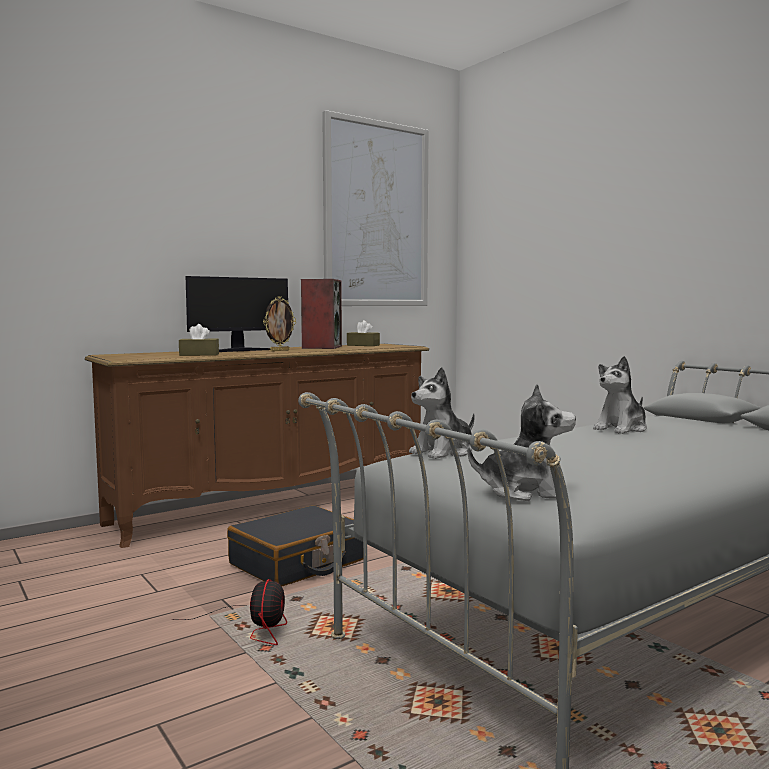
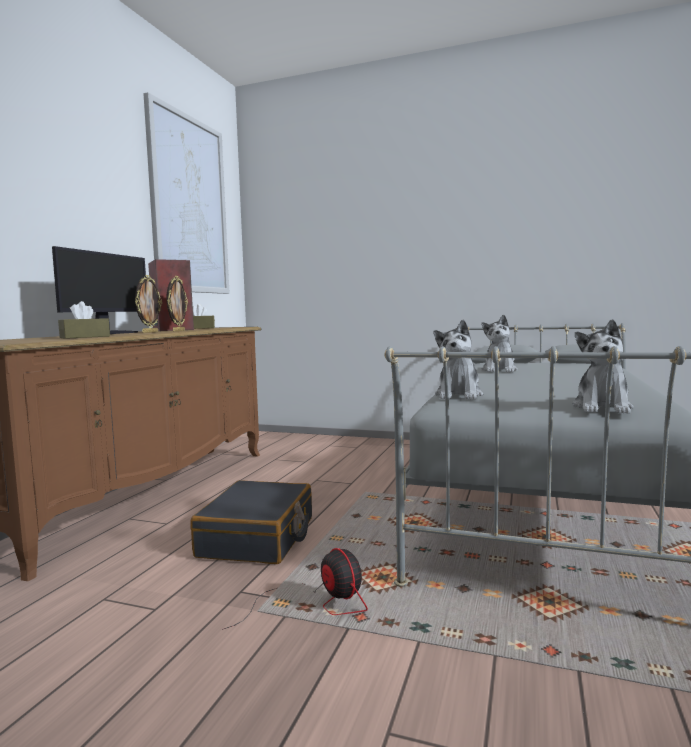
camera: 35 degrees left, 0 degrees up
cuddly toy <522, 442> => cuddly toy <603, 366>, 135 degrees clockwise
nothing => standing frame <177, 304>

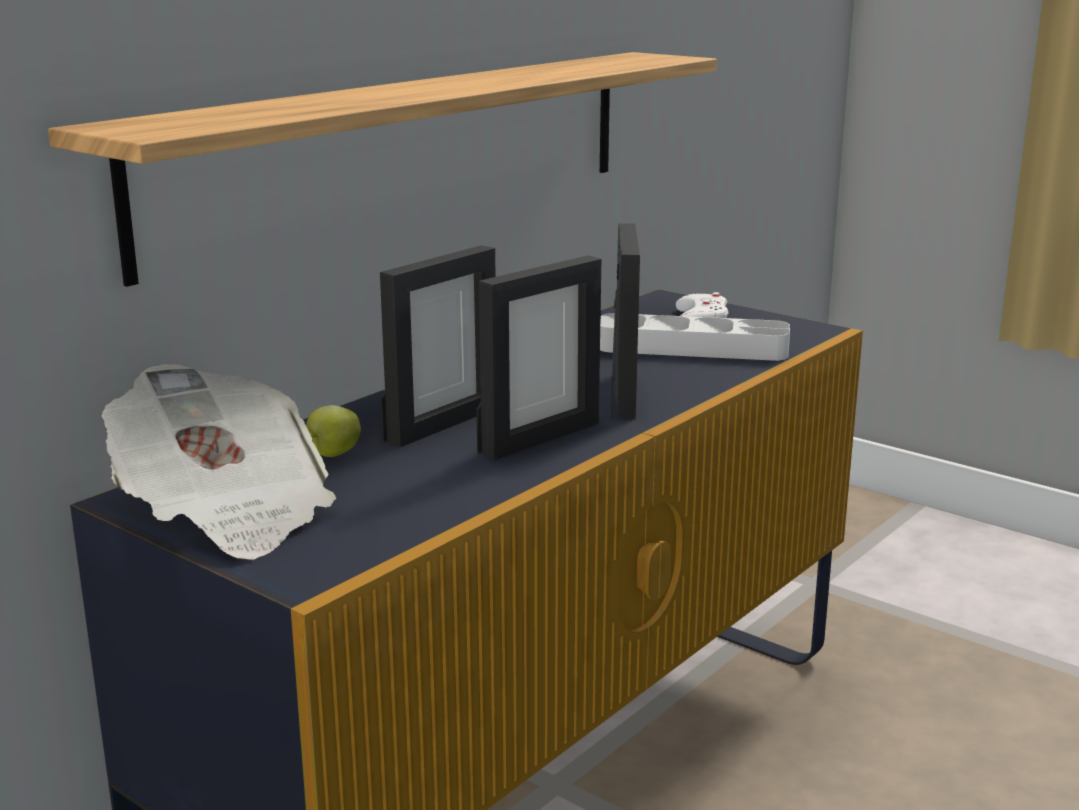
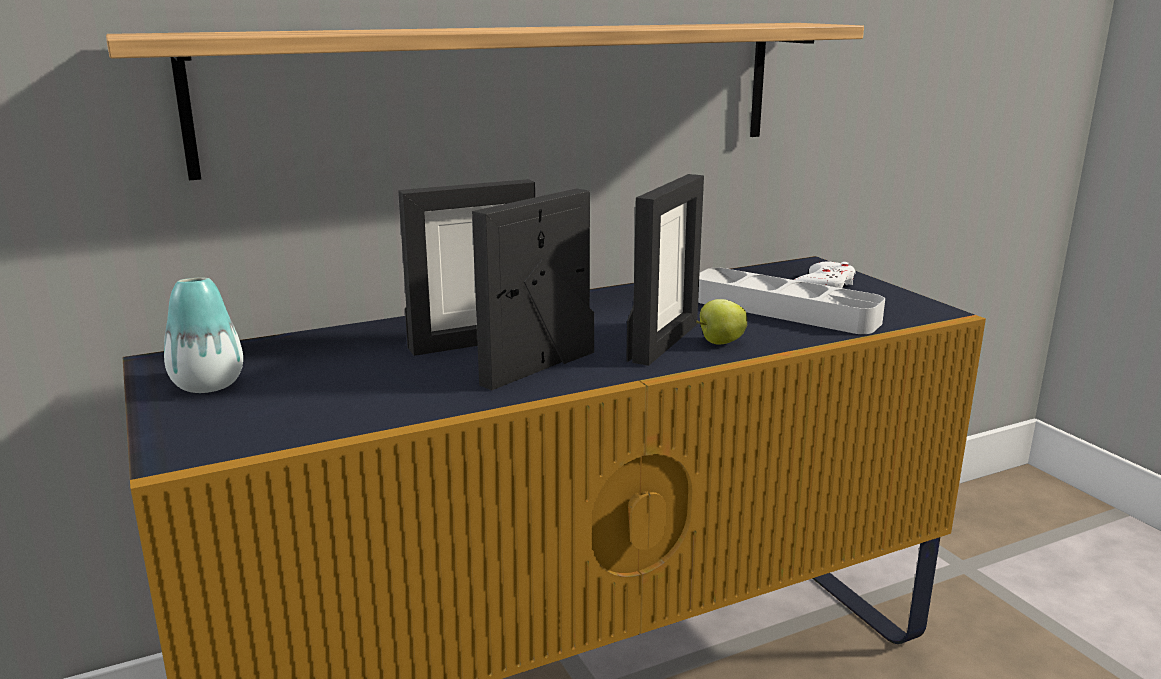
camera: 25 degrees right, 0 degrees up
printed paper <219, 462> => flower vase <203, 335>
apple <333, 431> => apple <721, 322>, move
standing frame <538, 357> => standing frame <533, 289>, 150 degrees clockwise

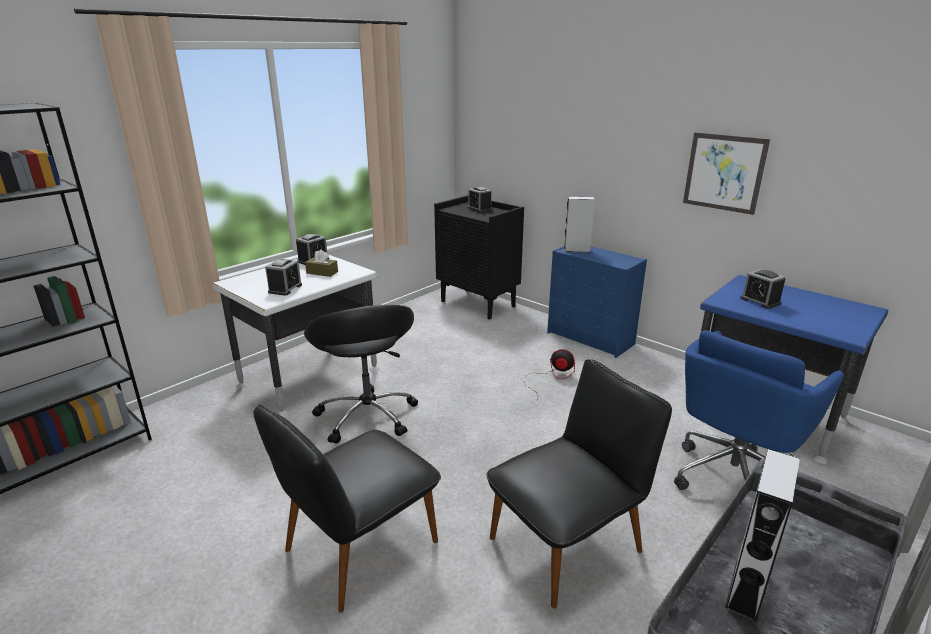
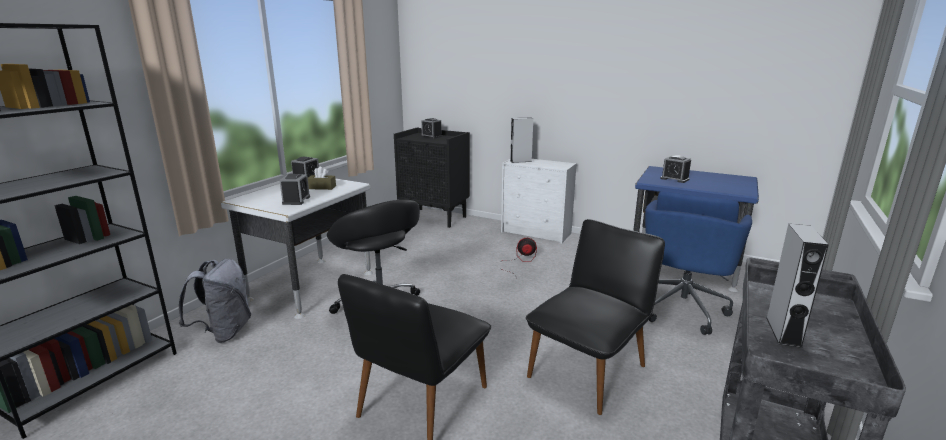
camera: 15 degrees left, 5 degrees down
blue-coloured dresser <597, 302> => white dresser <539, 201>
wall art <726, 173> => nothing
nothing => gray knapsack <215, 301>

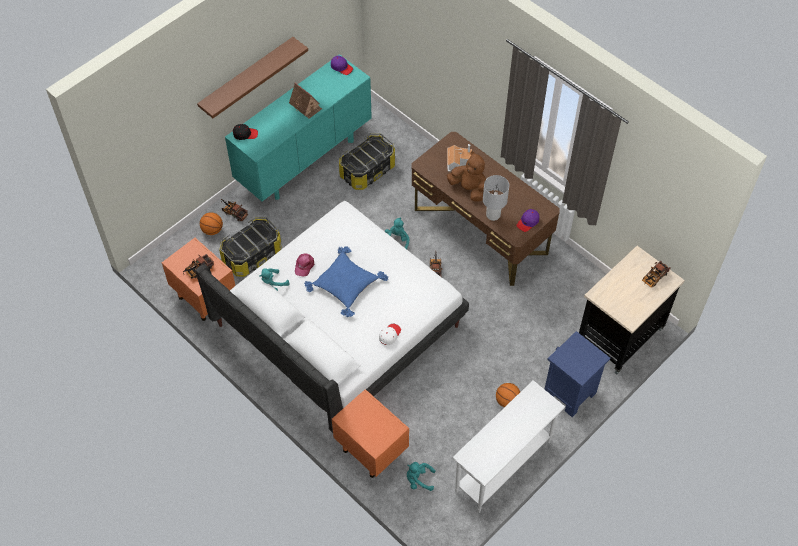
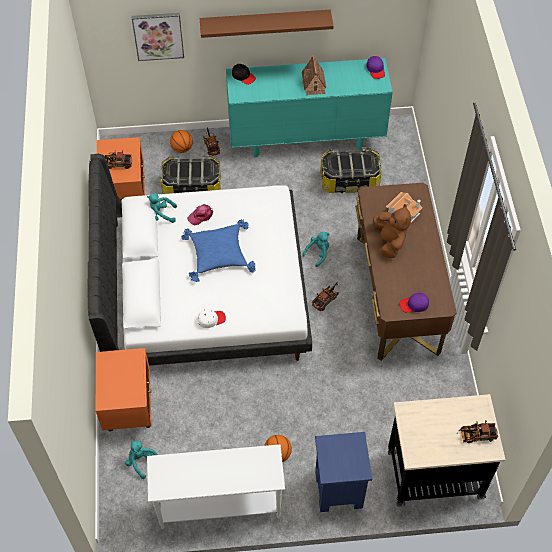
camera: 40 degrees right, 0 degrees up
gray lamp for a table <496, 198> => nothing
nothing => wall art <158, 37>

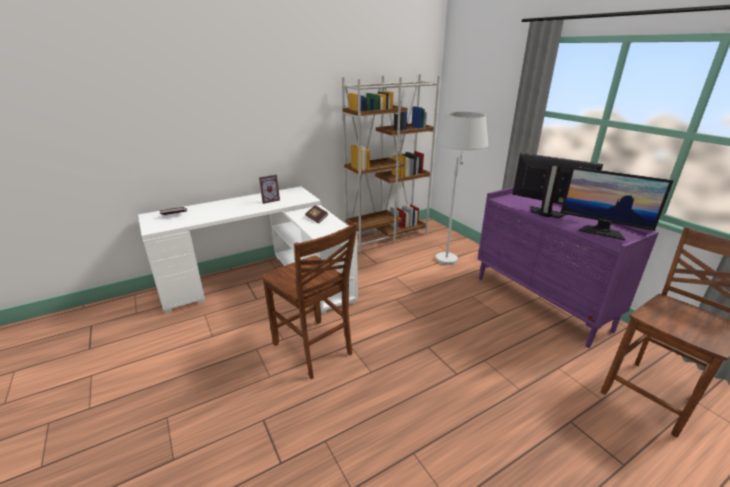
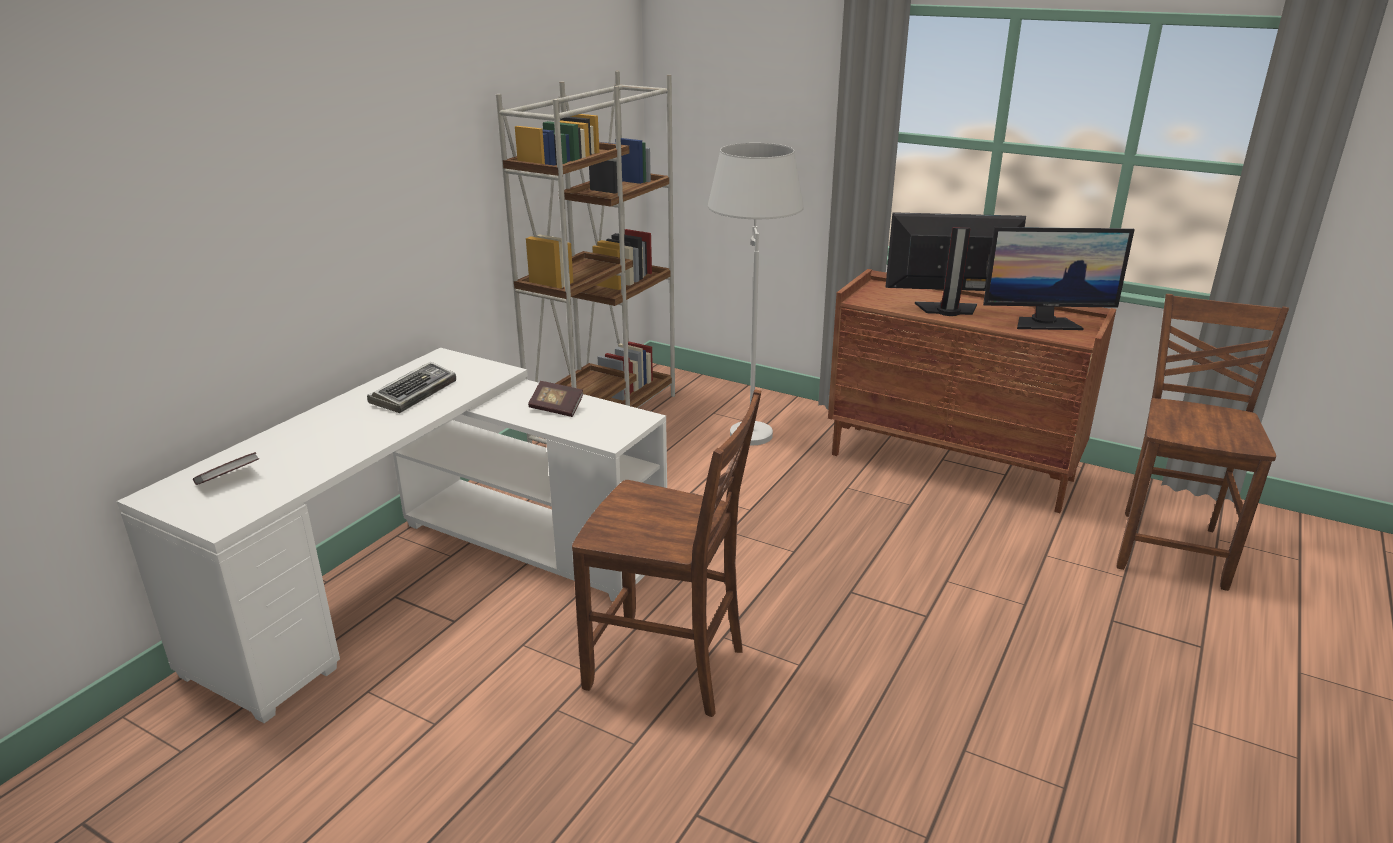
camera: 30 degrees left, 0 degrees up
standing frame <269, 189> => PC keyboard <411, 387>
purple cupboard <568, 267> => brown cupboard <972, 391>

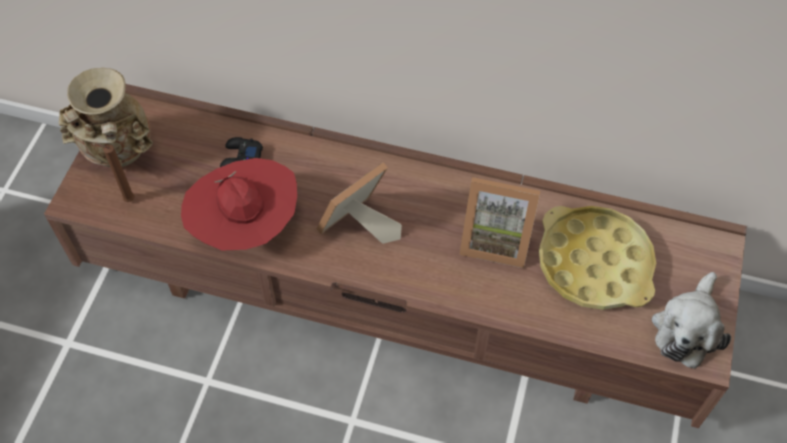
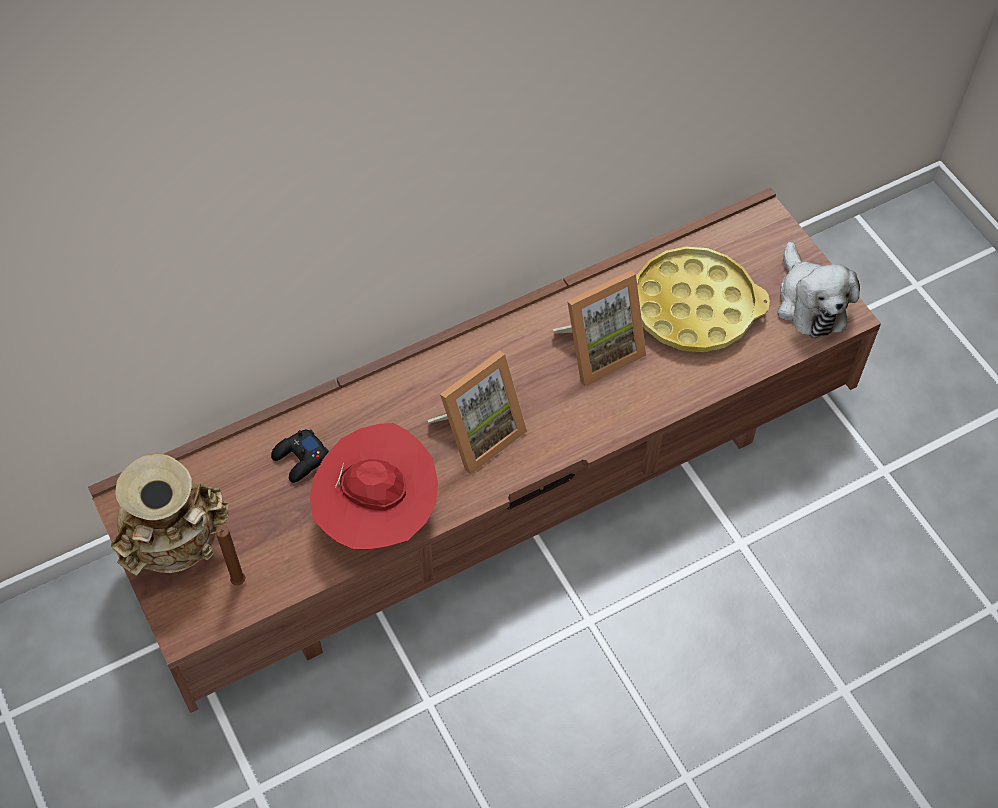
camera: 45 degrees left, 0 degrees up
standing frame <359, 203> => standing frame <477, 412>, 135 degrees counterclockwise

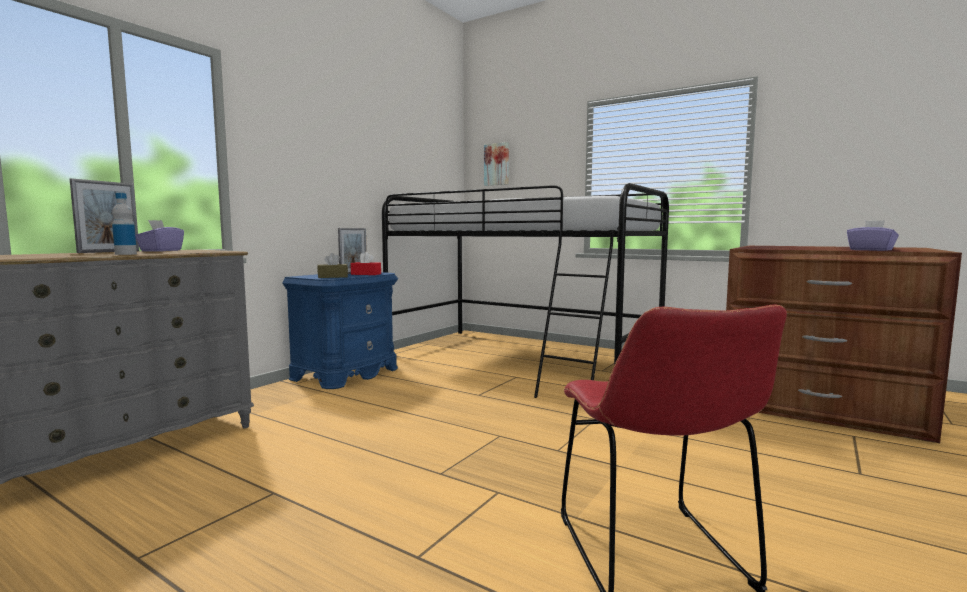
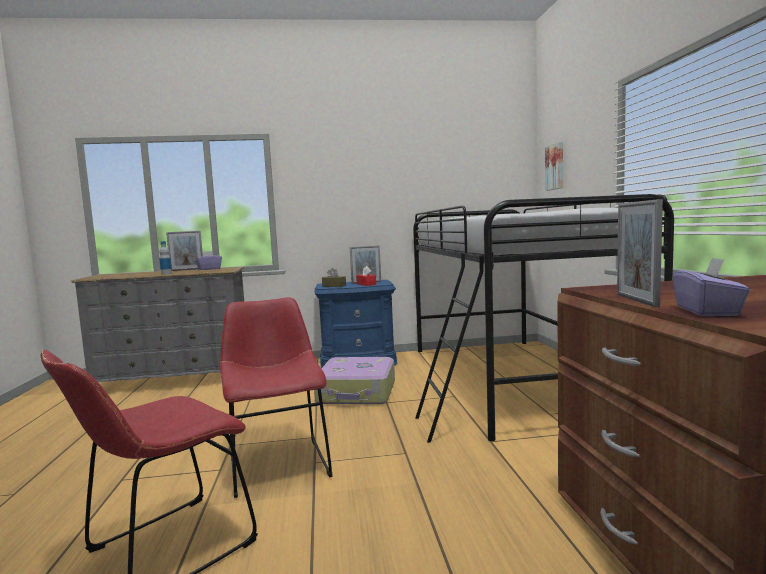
camera: 50 degrees right, 0 degrees up
nothing => reddish chair <276, 397>
nothing => suitcase <354, 380>
nothing => standing frame <640, 253>

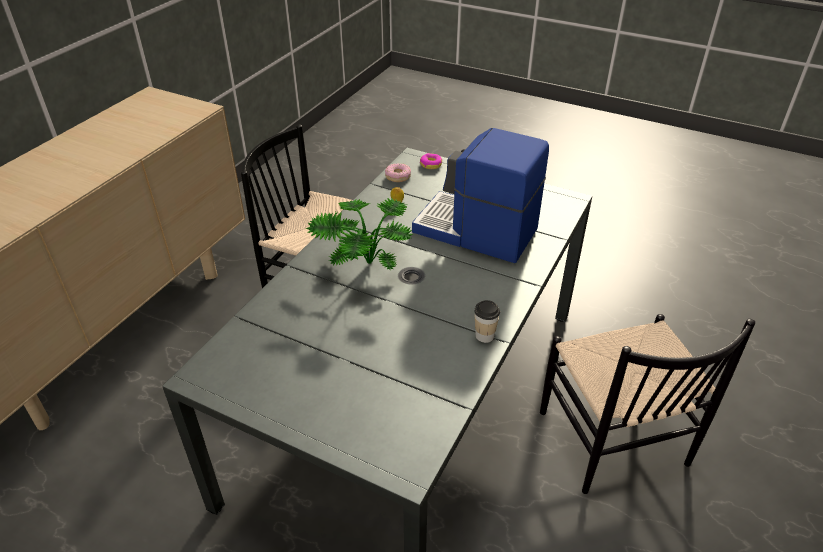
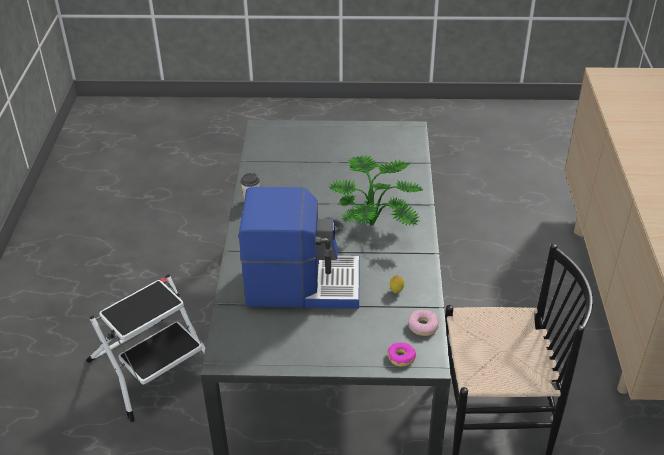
camera: 155 degrees right, 0 degrees up
black-coloured chair <647, 404> => step stool <146, 348>

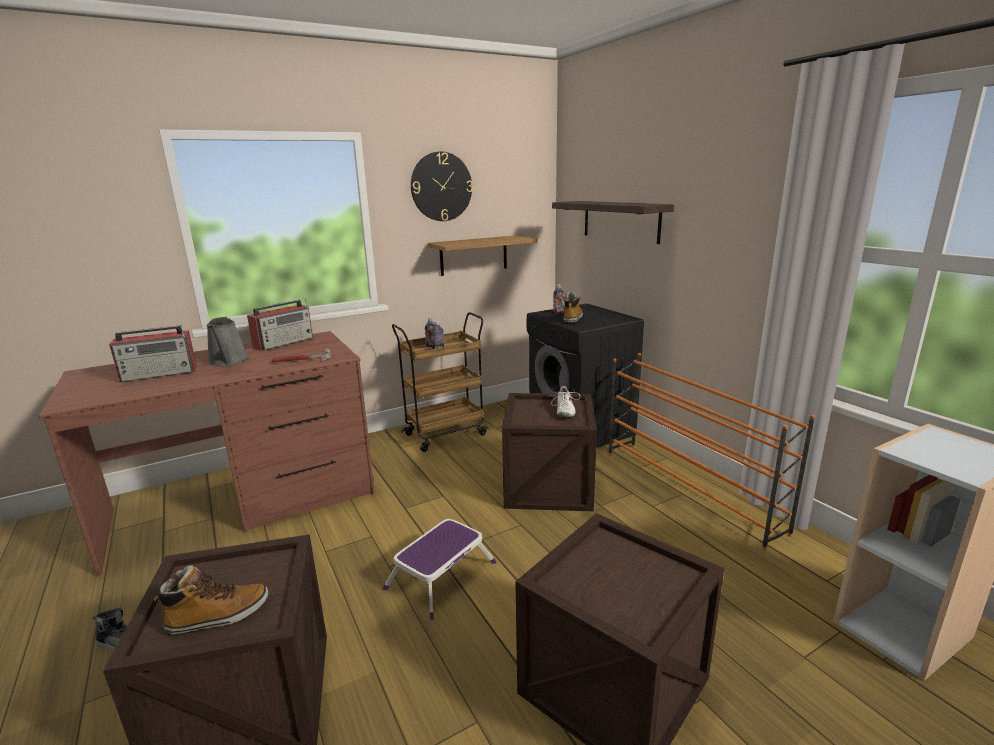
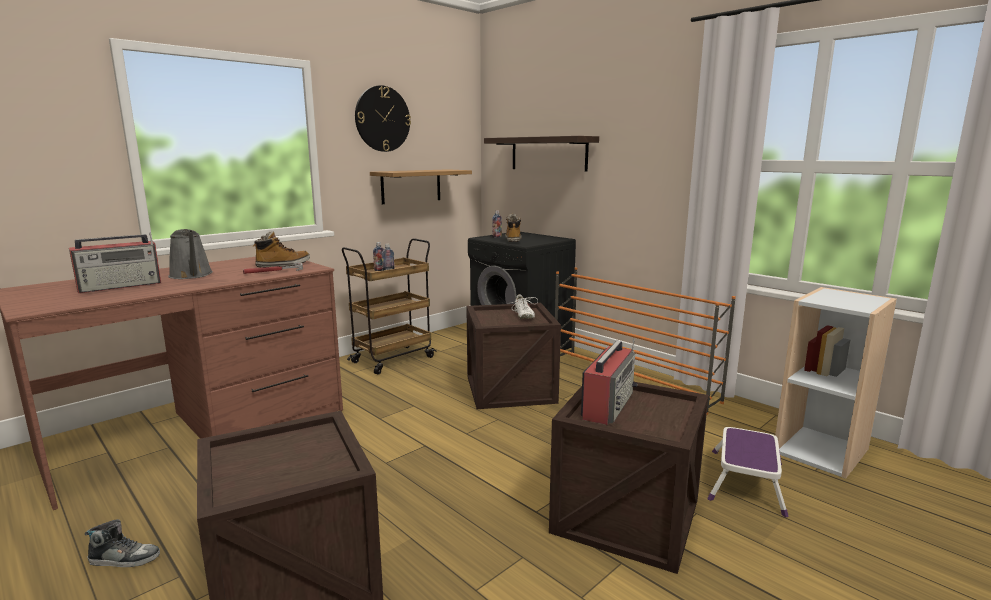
camera: 15 degrees left, 5 degrees down
high-top boot <211, 599> => high-top boot <281, 249>, move
radio <280, 324> => radio <609, 382>, move
purple step stool <439, 569> => purple step stool <748, 472>, move

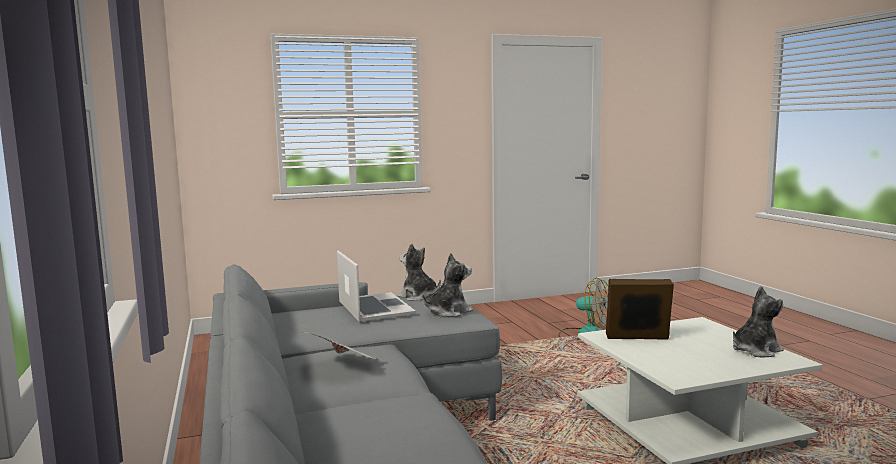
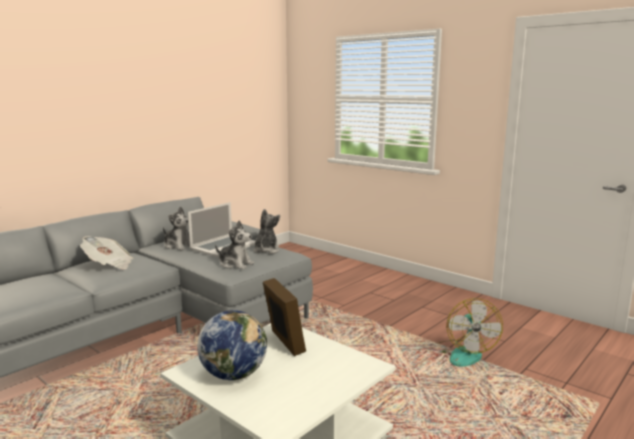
camera: 60 degrees right, 5 degrees up
cuddly toy <758, 322> => cuddly toy <176, 228>, move
nothing => desk globe <232, 345>

